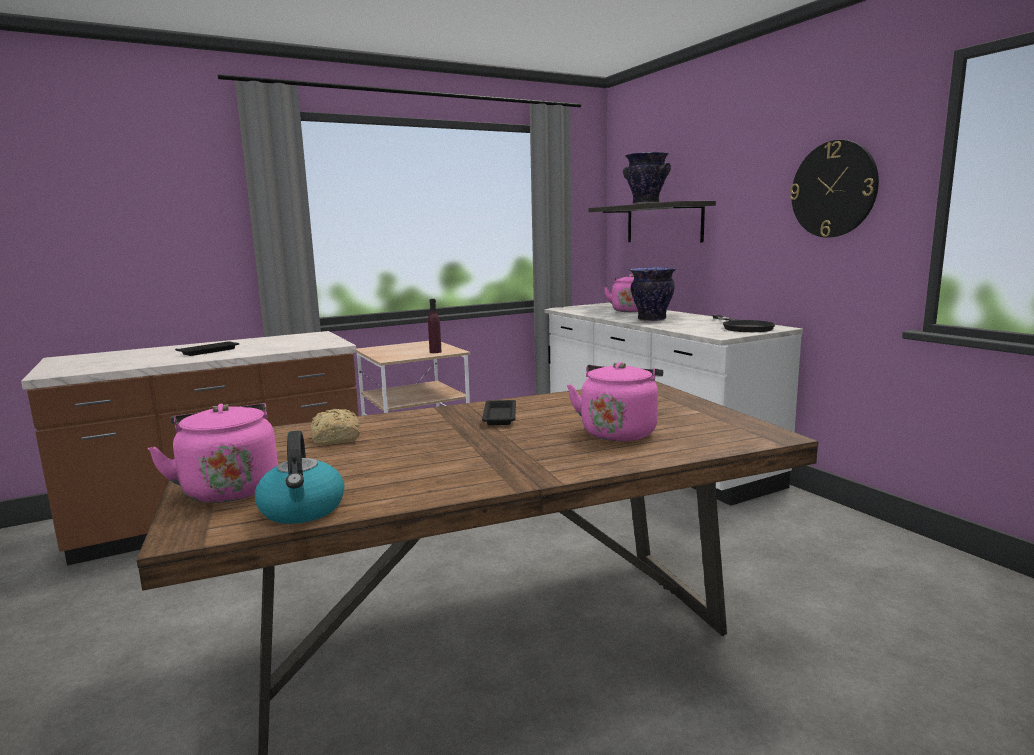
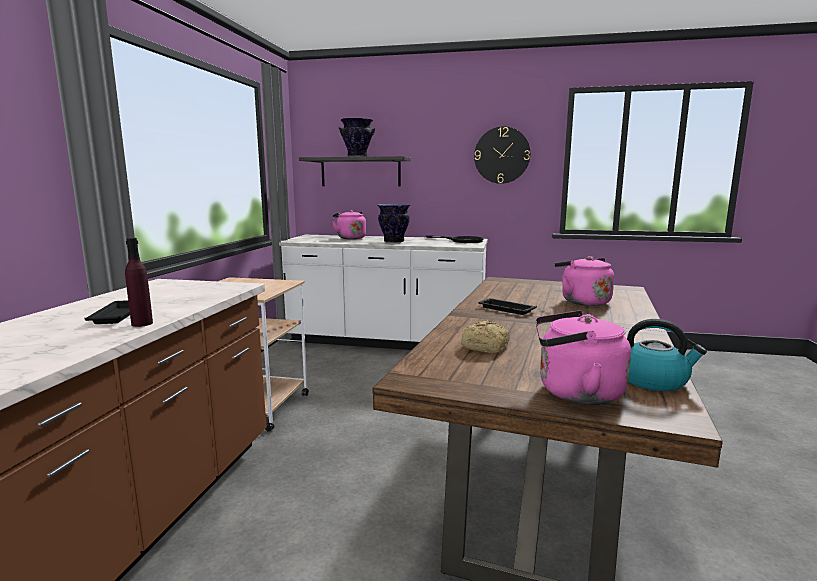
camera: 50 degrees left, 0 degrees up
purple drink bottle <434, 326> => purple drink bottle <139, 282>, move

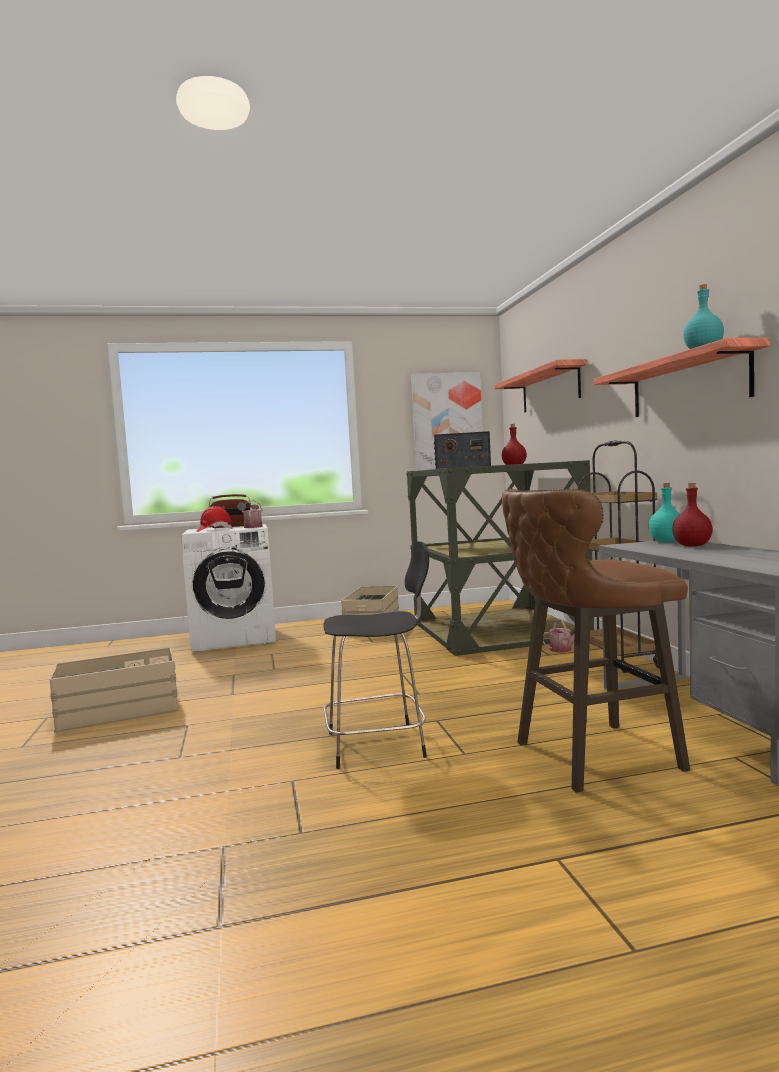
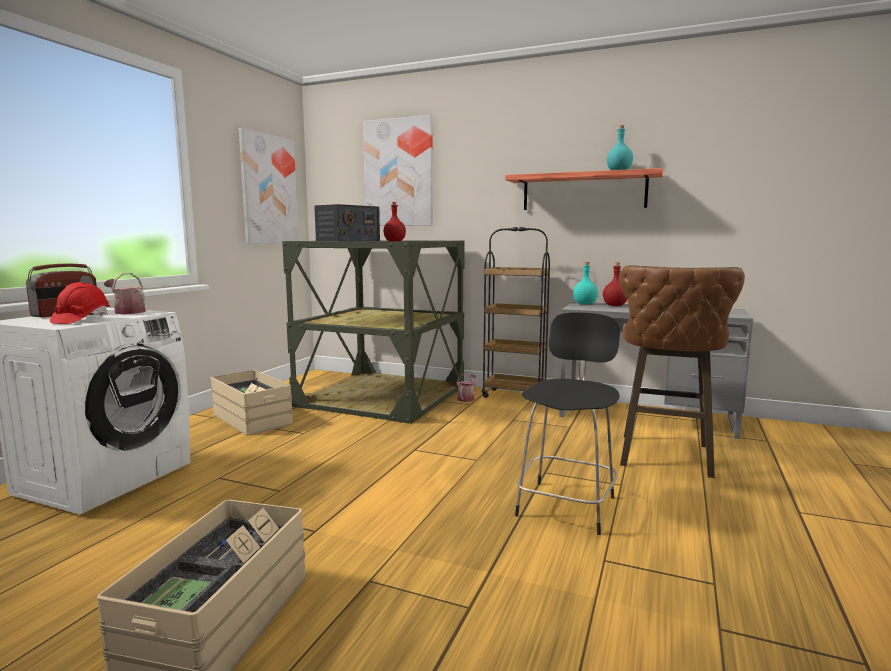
camera: 55 degrees left, 5 degrees up
bracket shelf <540, 386> => wall art <398, 170>

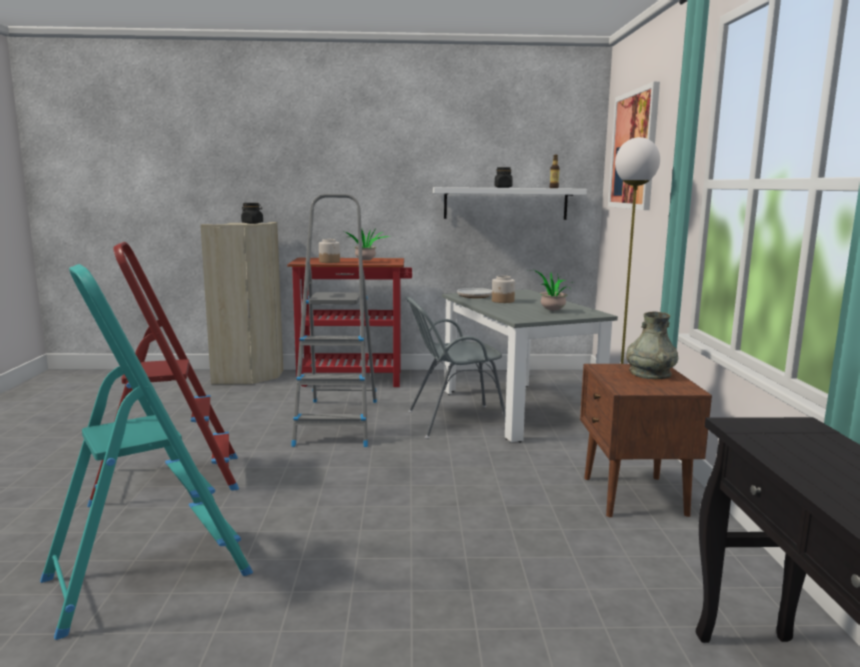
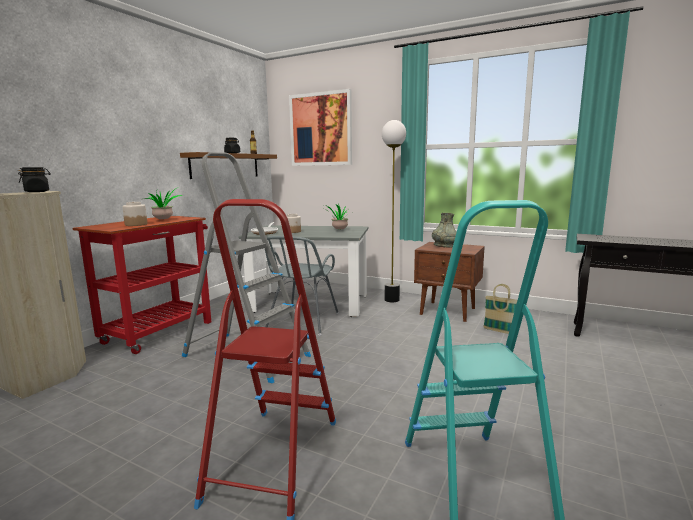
camera: 60 degrees left, 0 degrees up
white bracket shelf <510, 203> => brown bracket shelf <228, 165>
nothing => storage basket <500, 309>

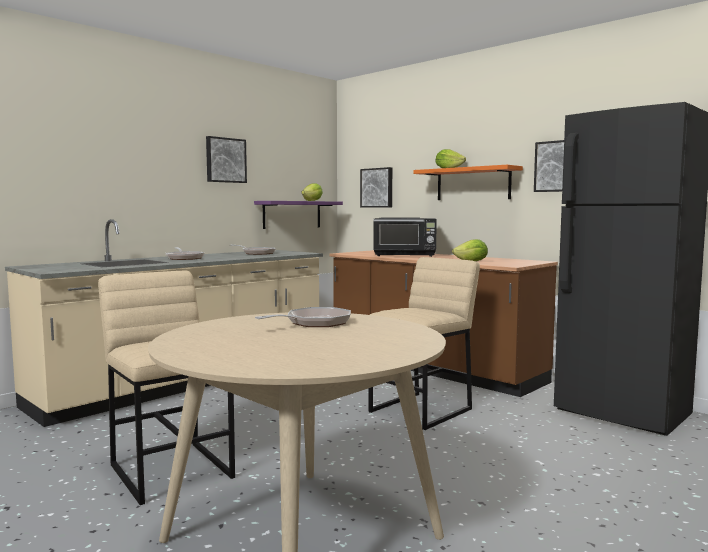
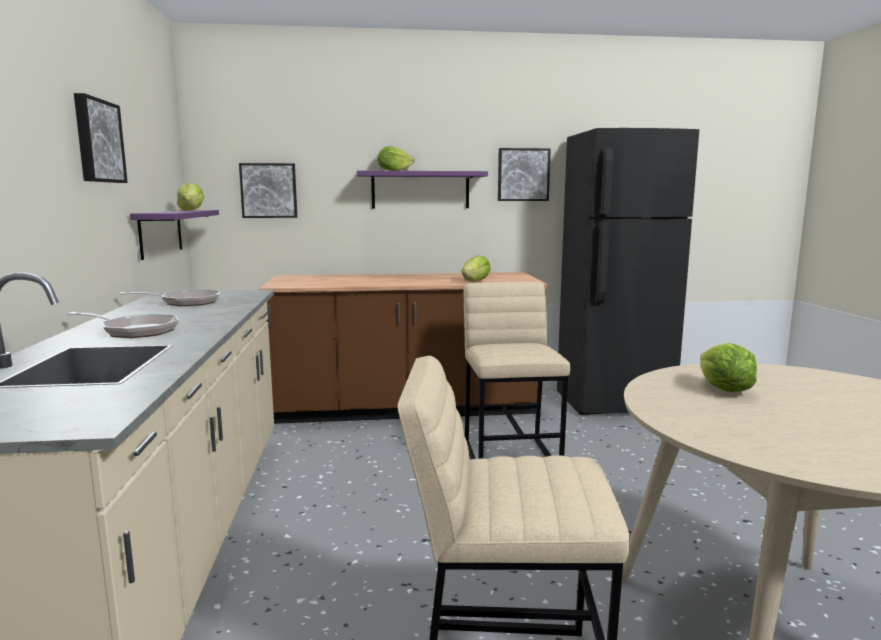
camera: 50 degrees left, 5 degrees up
skillet <303, 317> => head of lettuce <728, 367>
black-coloured microwave <405, 237> => nothing
orange bracket shelf <468, 182> => purple bracket shelf <422, 190>

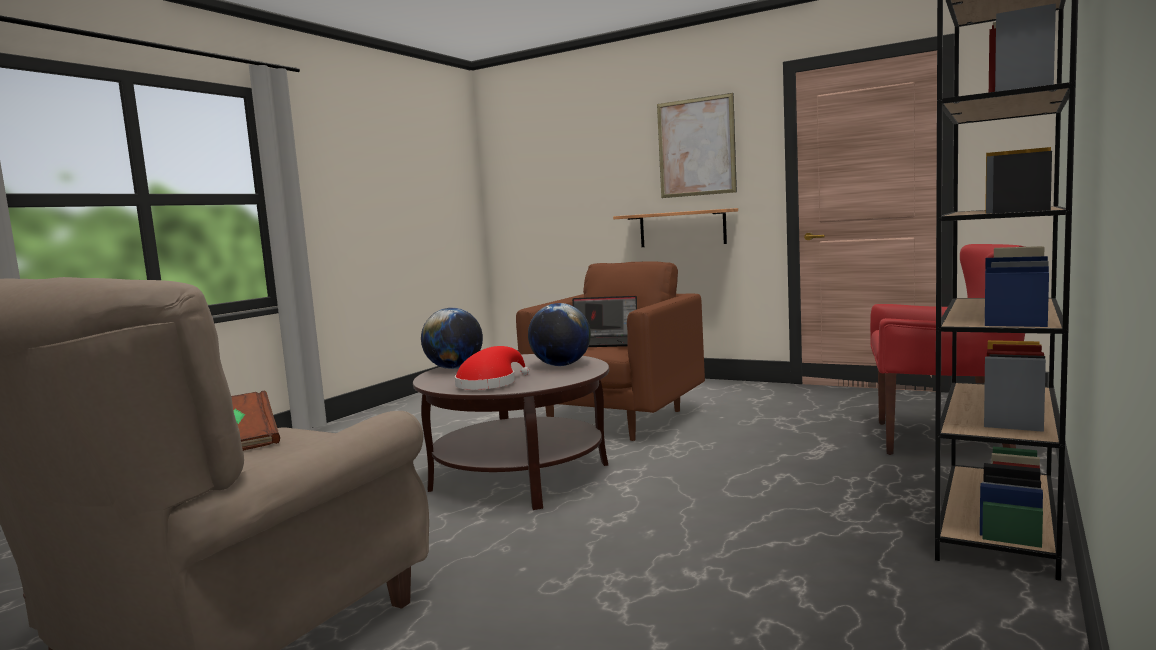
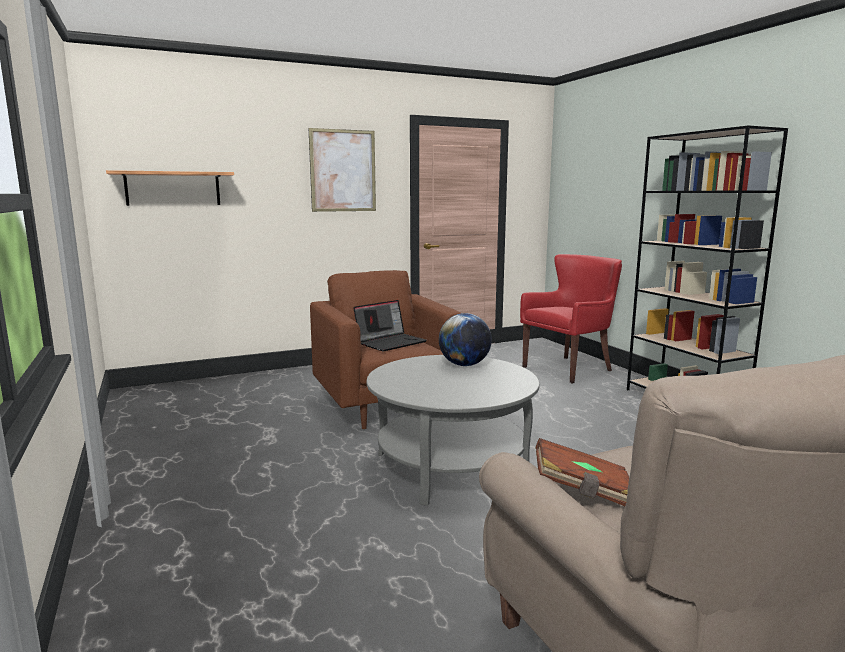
camera: 55 degrees left, 5 degrees up
brown low table <511, 432> => gray low table <453, 430>
desk globe <452, 338> => nothing
reddish wearable hat <492, 368> => nothing
bracket shelf <675, 227> => bracket shelf <170, 188>, move

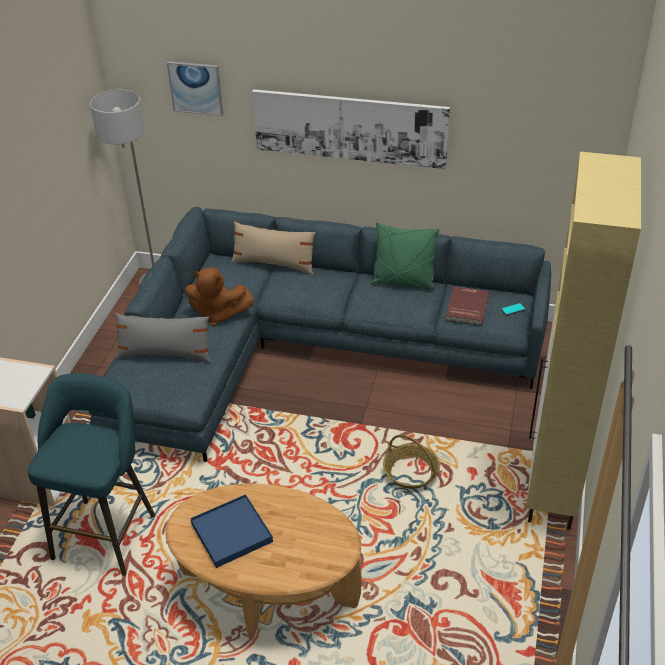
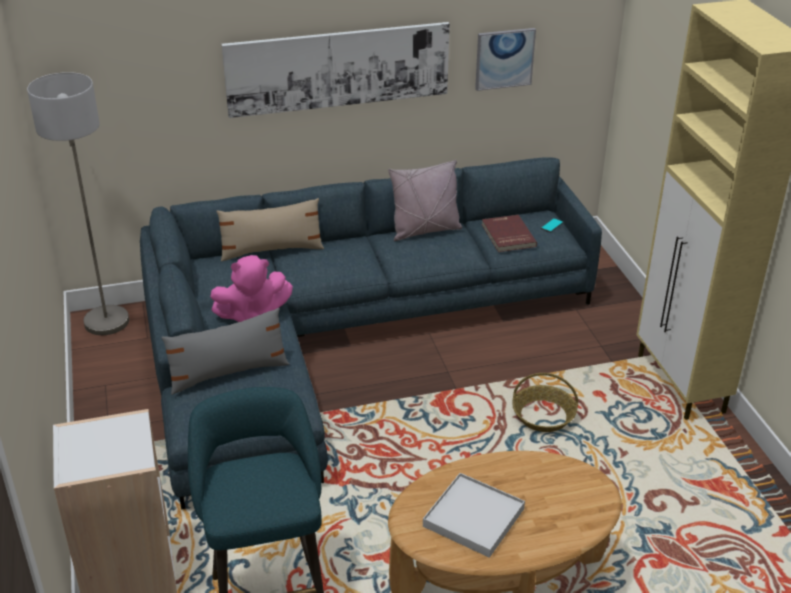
camera: 30 degrees left, 5 degrees down
wall art <195, 88> => wall art <505, 59>, move
brown cuddly toy <219, 297> => pink cuddly toy <252, 288>
blue-coloured serving tray <231, 531> => white serving tray <474, 515>
green-coloured throw pillow <405, 256> => purple throw pillow <425, 200>

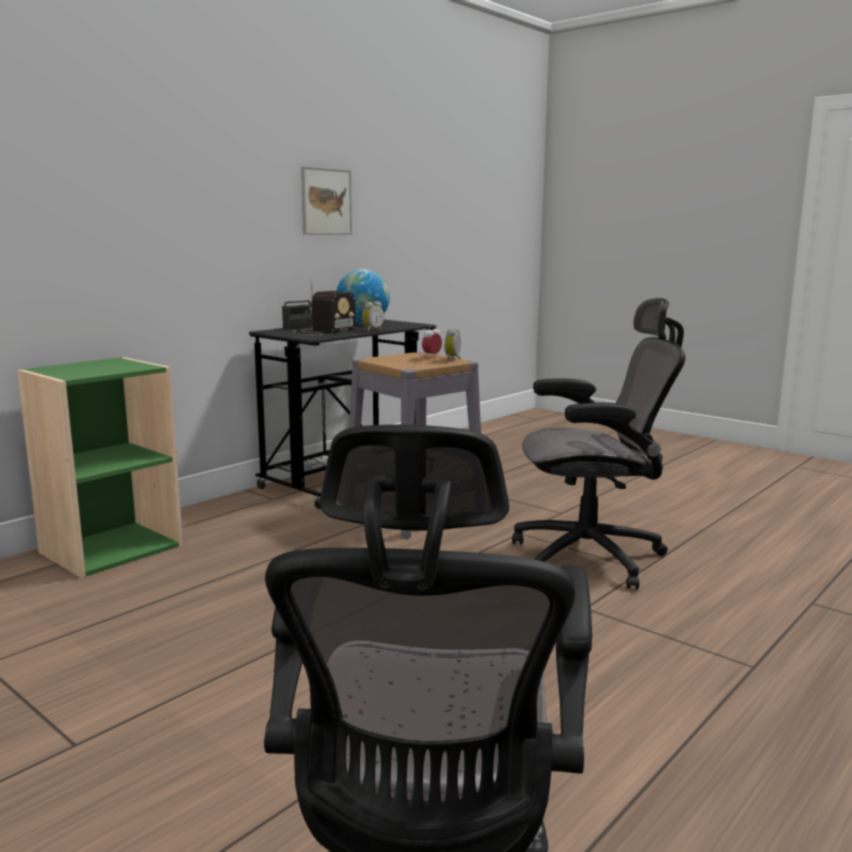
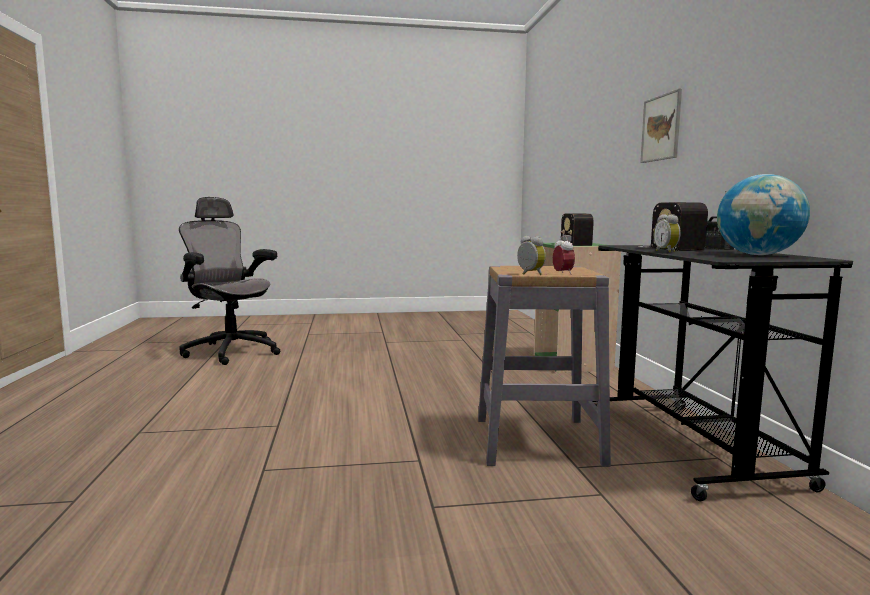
camera: 130 degrees right, 5 degrees down
wall art <326, 200> => wall art <661, 125>, move
office chair <599, 443> => nothing
nothing => radio <577, 229>

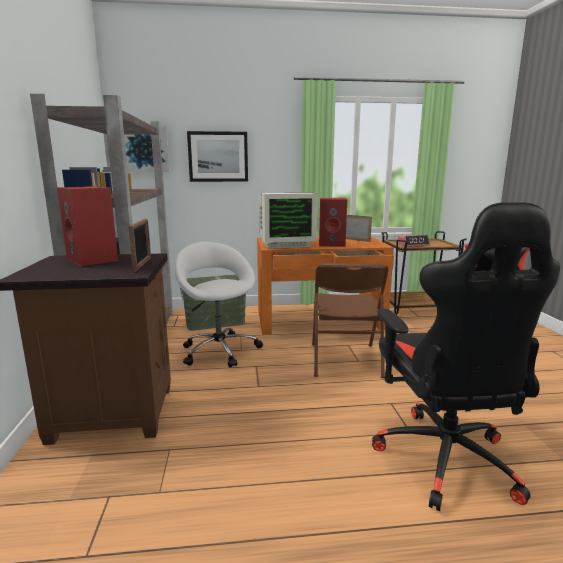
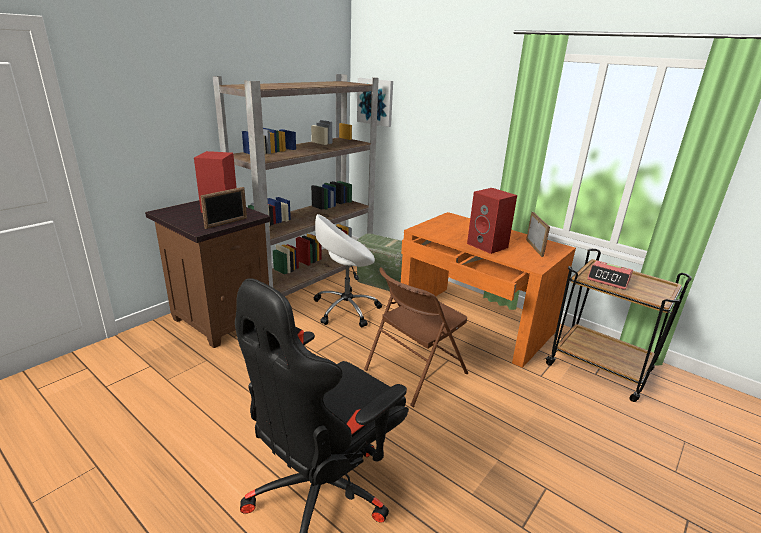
camera: 45 degrees right, 10 degrees up
white office chair <219, 304> => white office chair <347, 271>, 120 degrees counterclockwise
wall art <217, 156> => nothing
computer display <288, 221> => nothing

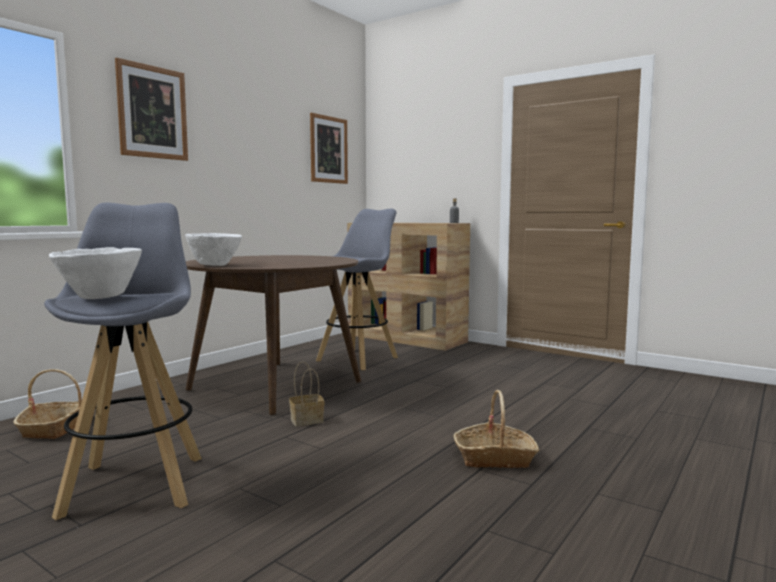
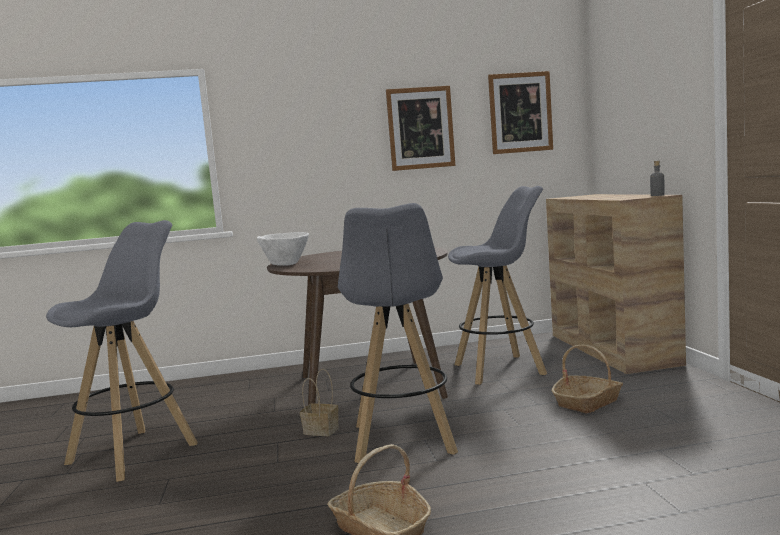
camera: 45 degrees right, 0 degrees up
storage basket <47, 404> => storage basket <587, 379>, move
white bowl <95, 273> => nothing
wall art <151, 109> => wall art <420, 128>, move
nothing => gray sitting stool <398, 333>

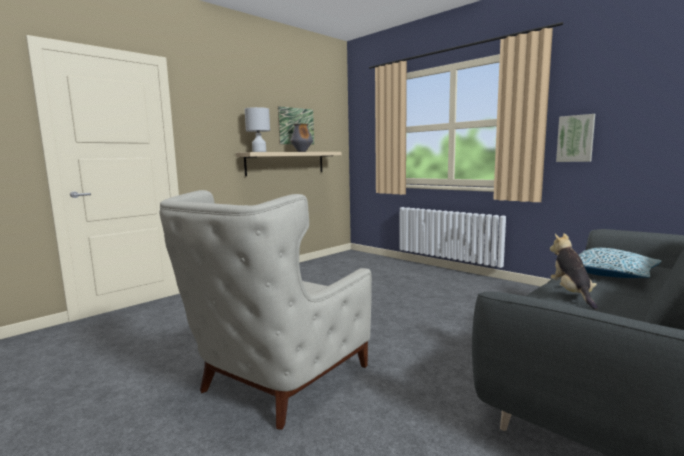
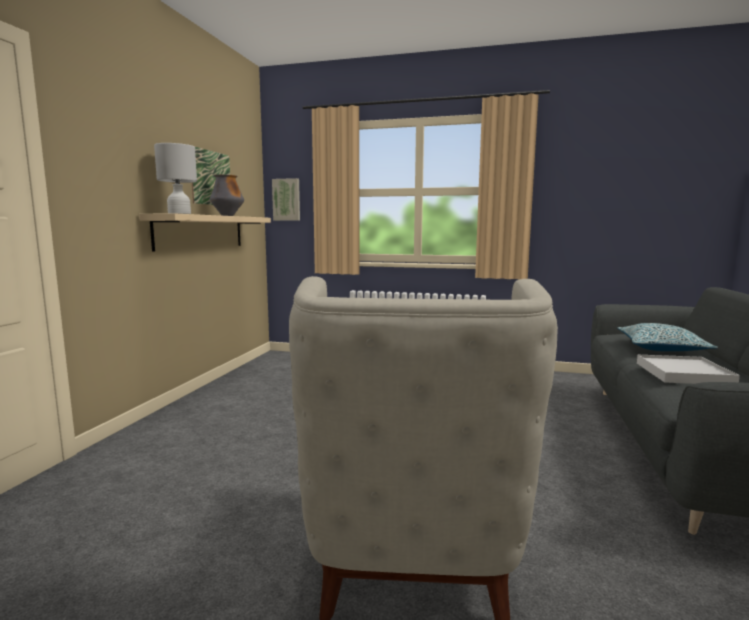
camera: 30 degrees left, 0 degrees up
cuddly toy <574, 271> => white serving tray <688, 369>
wall art <575, 138> => wall art <286, 199>, move

